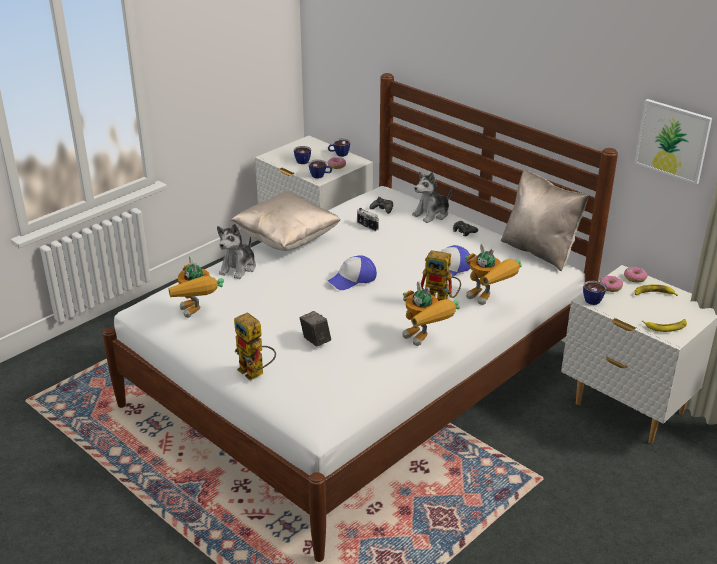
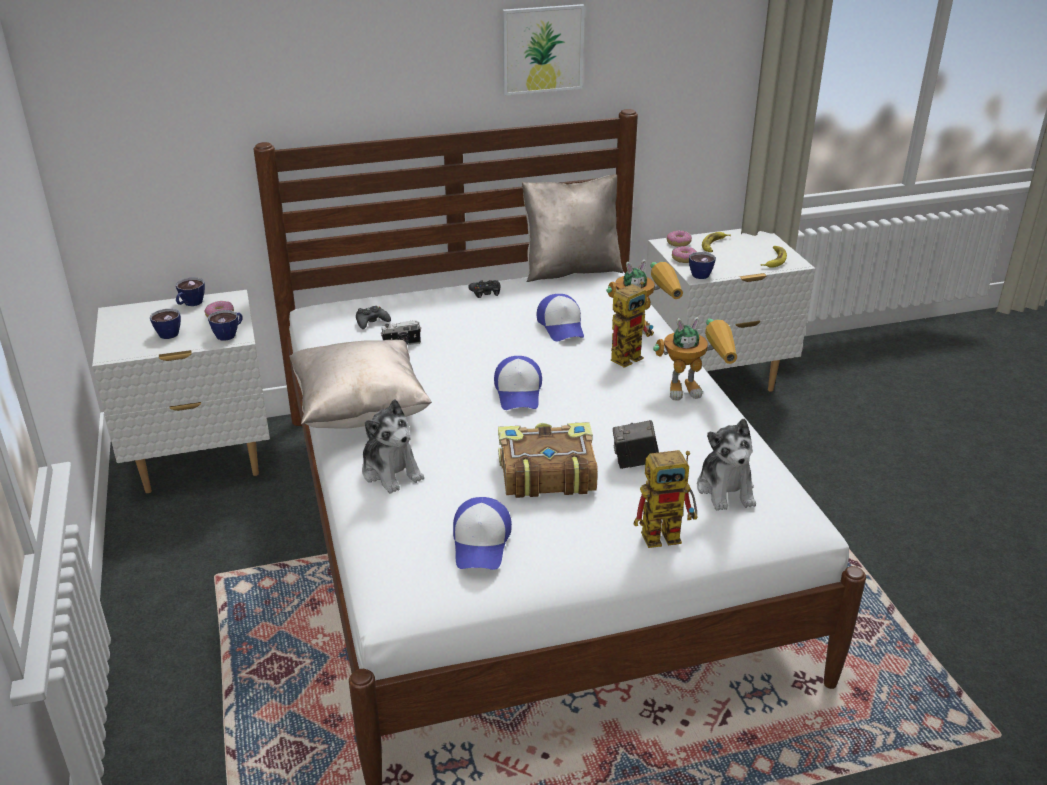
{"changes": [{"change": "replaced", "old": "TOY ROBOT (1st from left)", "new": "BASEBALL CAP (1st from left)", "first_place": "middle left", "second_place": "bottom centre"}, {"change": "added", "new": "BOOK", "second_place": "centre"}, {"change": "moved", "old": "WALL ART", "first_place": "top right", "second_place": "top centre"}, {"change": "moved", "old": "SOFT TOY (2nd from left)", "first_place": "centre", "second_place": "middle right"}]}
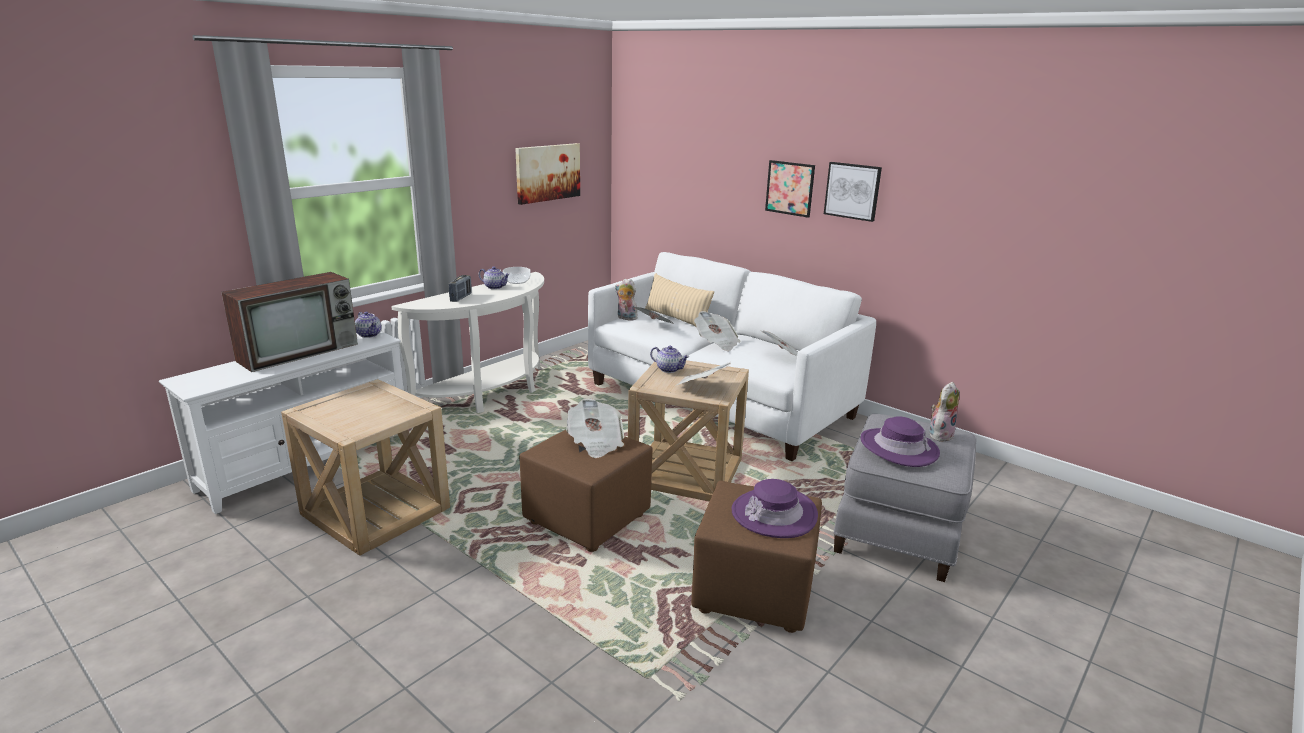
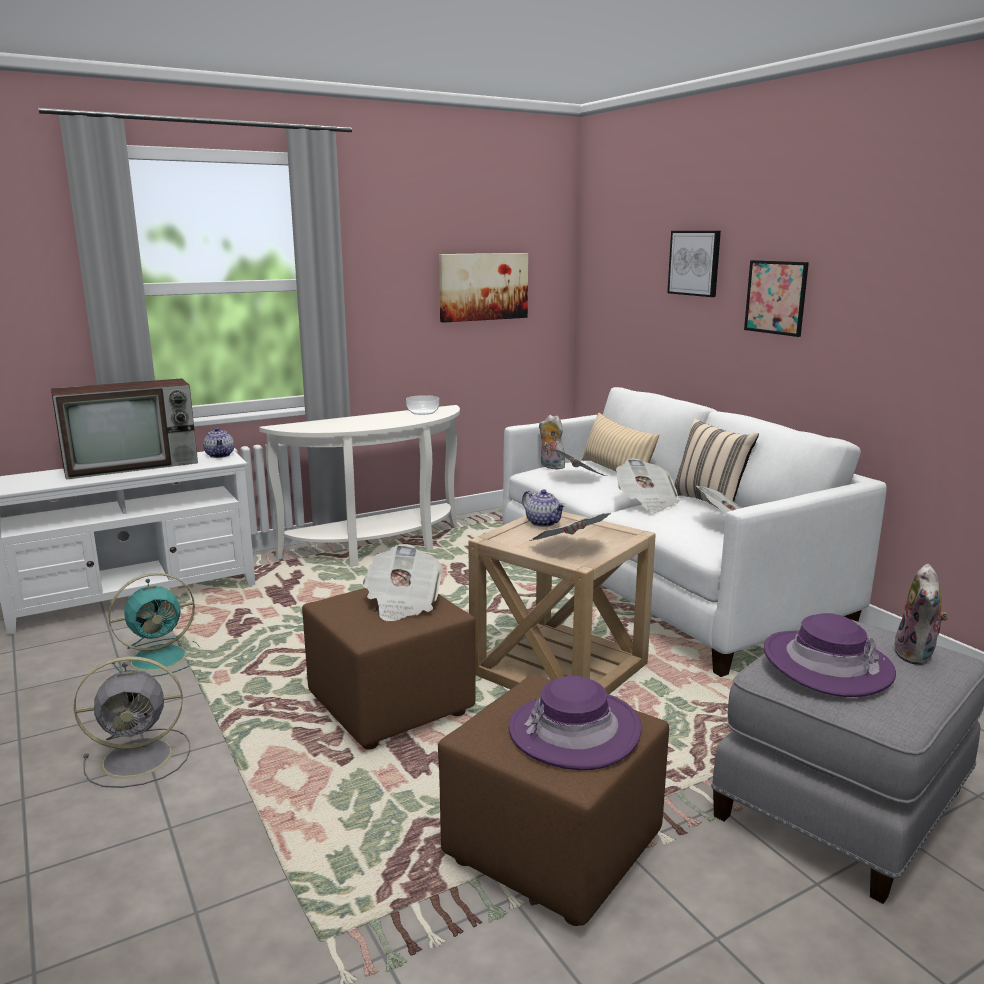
{"changes": [{"change": "added", "new": "GREY COOLING FAN", "second_place": "bottom left"}, {"change": "replaced", "old": "SAND-COLOURED ACCENT TABLE (1st from left)", "new": "BLUE-GREEN COOLING FAN", "first_place": "middle left", "second_place": "middle left"}, {"change": "moved", "old": "WALL ART (3rd from left in the first image)", "new": "WALL ART (2nd from left)", "first_place": "top centre", "second_place": "top right"}, {"change": "added", "new": "SAND-COLOURED PILLOW (2nd from left)", "second_place": "middle right"}, {"change": "turned", "old": "SOFT TOY (2nd from left)", "first_place": "middle right", "second_place": "middle right", "degrees": 135}, {"change": "removed", "old": "RADIO", "first_place": "centre"}, {"change": "removed", "old": "POT FOR TEA (2nd from left)", "first_place": "centre"}]}
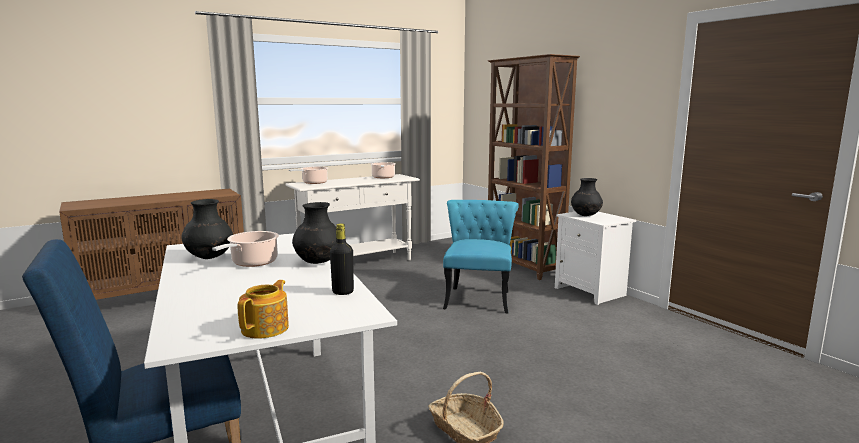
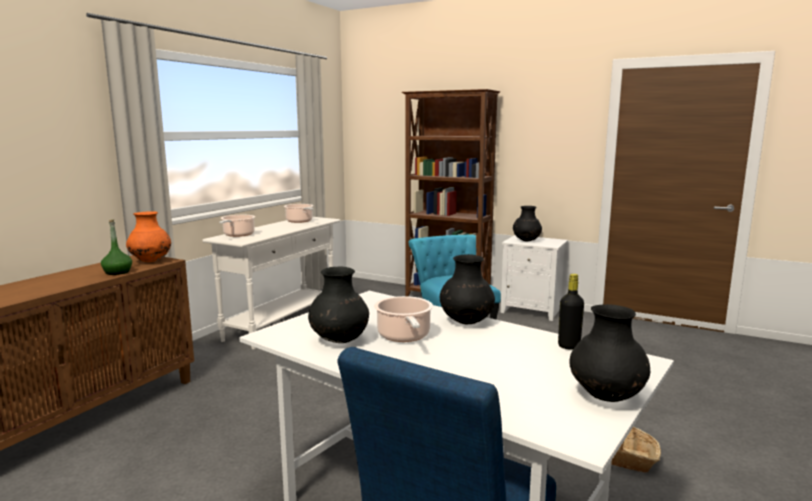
{"changes": [{"change": "added", "new": "GREEN BEVERAGE BOTTLE", "second_place": "middle left"}, {"change": "added", "new": "ORANGEY VASE", "second_place": "middle left"}, {"change": "replaced", "old": "POT FOR TEA", "new": "BLACK-COLOURED VASE (4th from left)", "first_place": "bottom left", "second_place": "bottom right"}]}
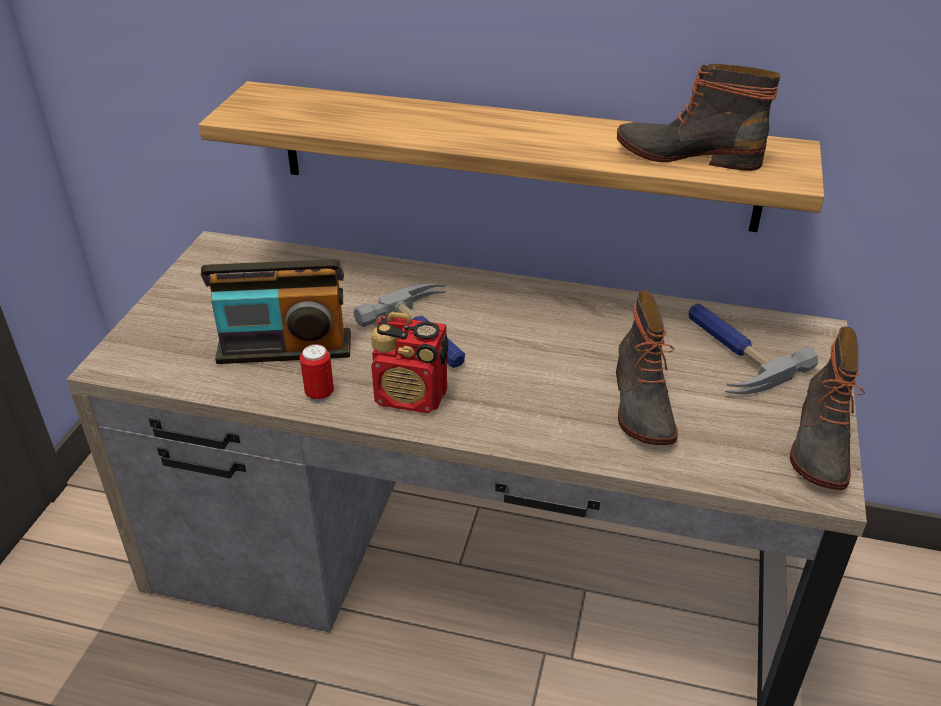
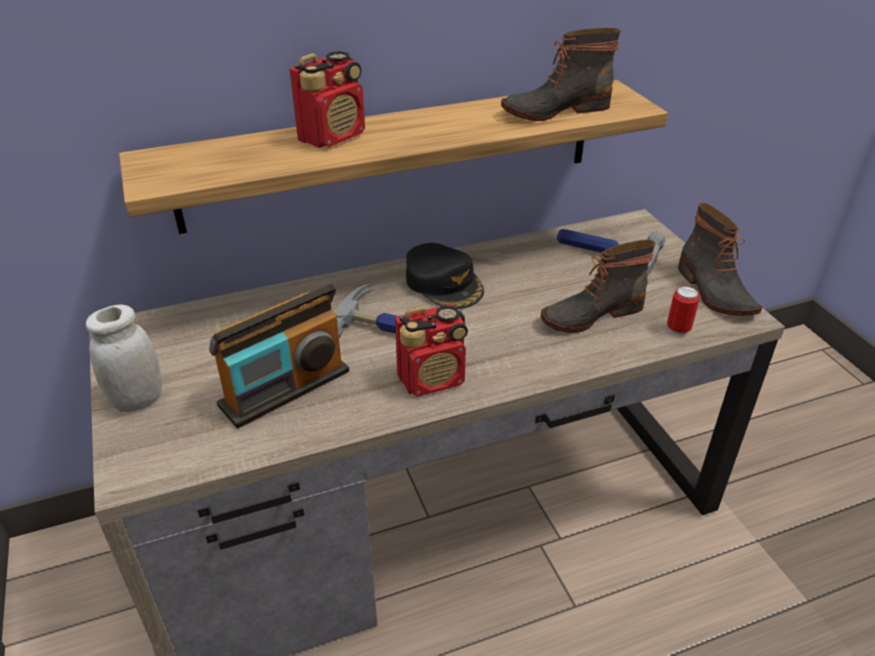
{"changes": [{"change": "added", "new": "WHITE-COLOURED STORAGE JAR", "second_place": "middle left"}, {"change": "added", "new": "RADIO (2nd from left)", "second_place": "top centre"}, {"change": "added", "new": "BLACK-COLOURED BASEBALL CAP", "second_place": "centre"}, {"change": "turned", "old": "HIGH-TOP BOOT (1st from left in the first image)", "first_place": "middle right", "second_place": "middle right", "degrees": 105}, {"change": "moved", "old": "CAN", "first_place": "centre", "second_place": "middle right"}]}
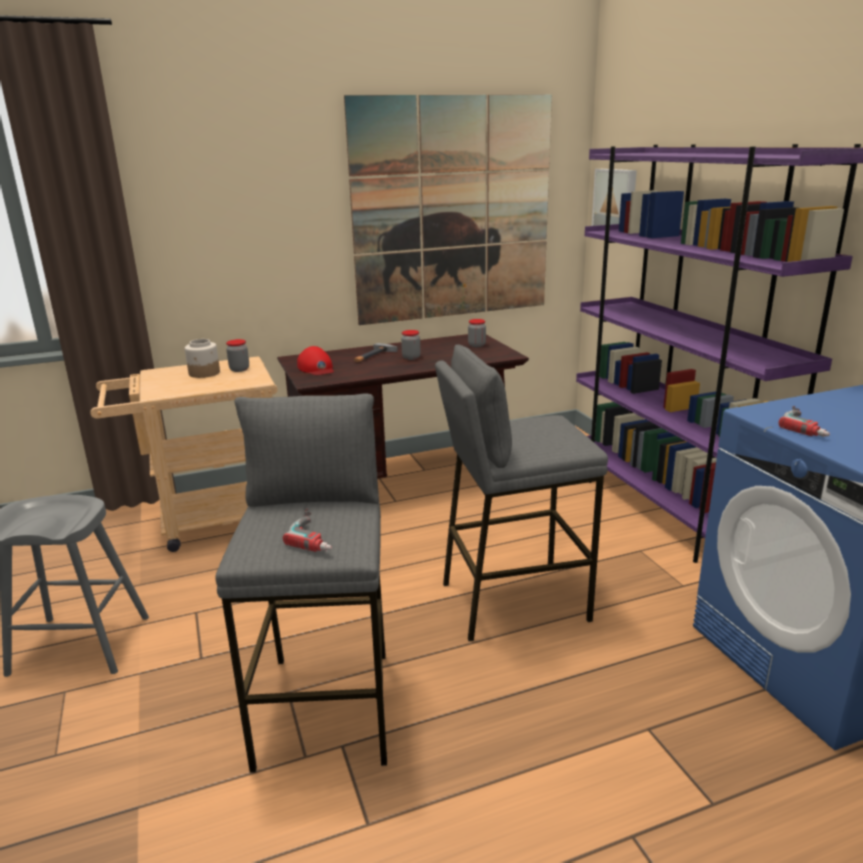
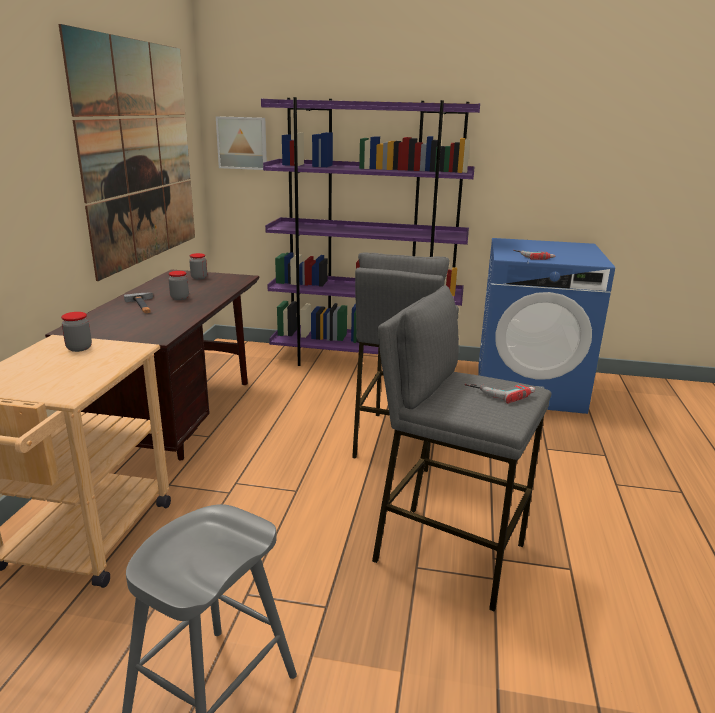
{"changes": [{"change": "removed", "old": "STORAGE JAR (1st from left)", "first_place": "middle left"}, {"change": "removed", "old": "RED-COLOURED BASEBALL CAP", "first_place": "centre"}]}
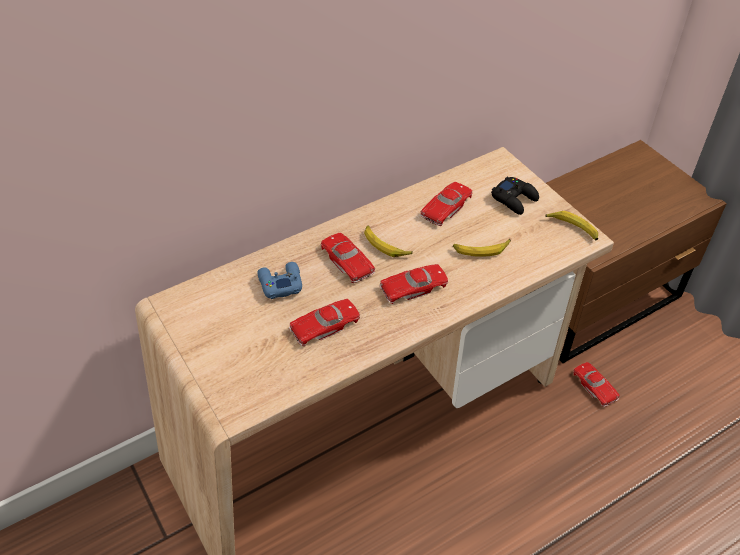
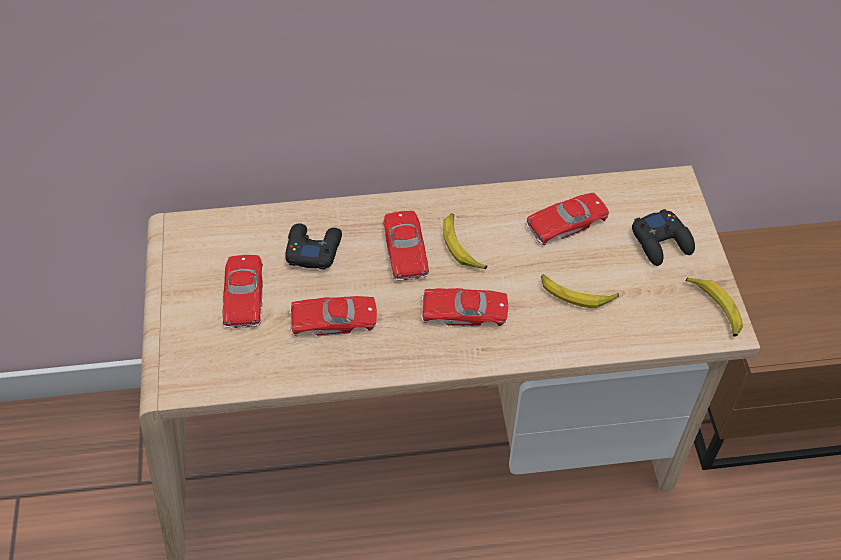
{"changes": [{"change": "moved", "old": "RED-COLOURED MODEL CAR (5th from left in the first image)", "new": "RED-COLOURED MODEL CAR (1st from left)", "first_place": "bottom right", "second_place": "middle left"}, {"change": "recoloured", "old": "BLUE GAME CONTROLLER", "new": "BLACK-COLOURED GAME CONTROLLER (1st from left)", "first_place": "centre", "second_place": "centre"}]}
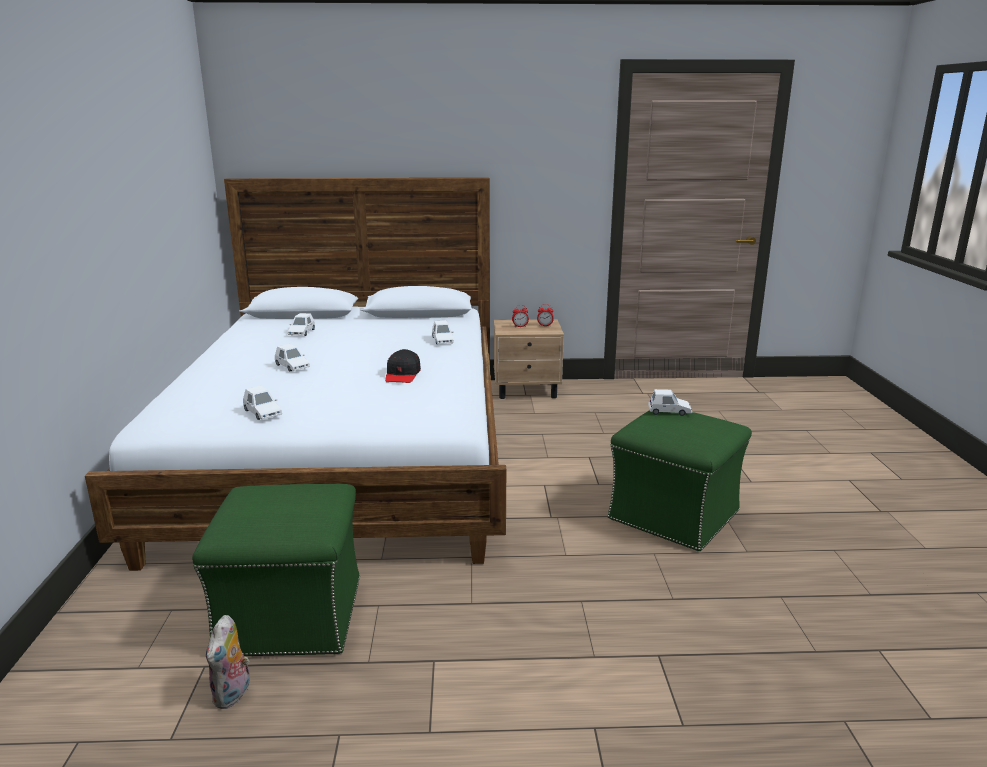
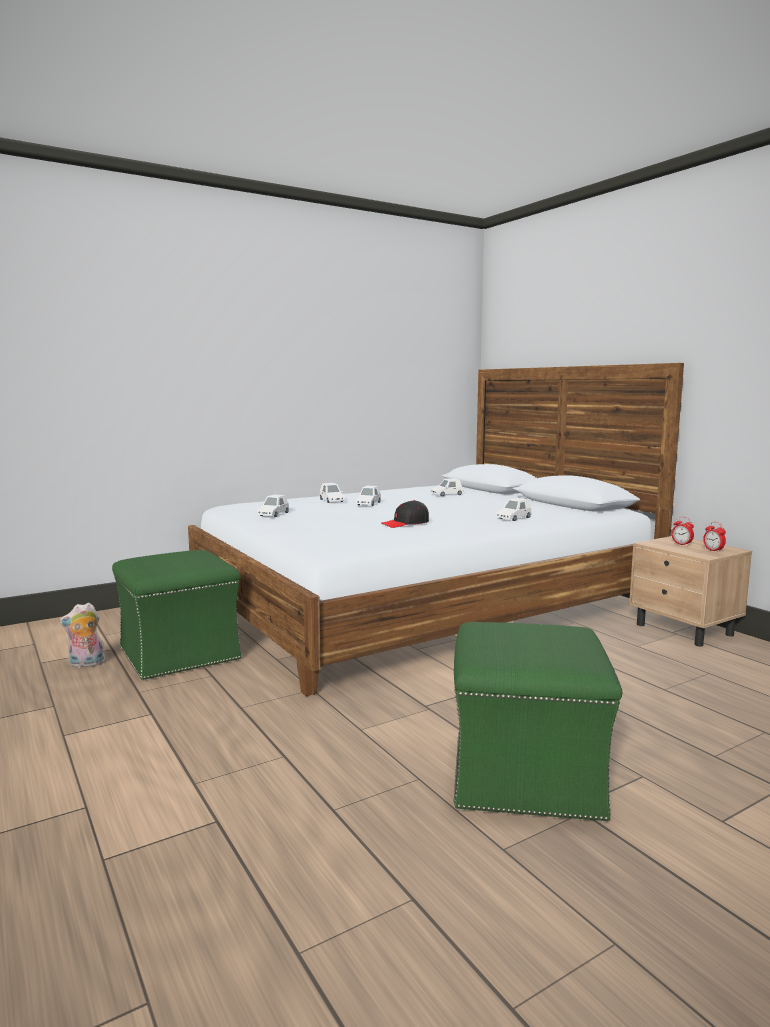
{"changes": [{"change": "moved", "old": "WHITE-COLOURED MODEL CAR (5th from left in the first image)", "new": "WHITE-COLOURED MODEL CAR (2nd from left)", "first_place": "middle right", "second_place": "centre"}]}
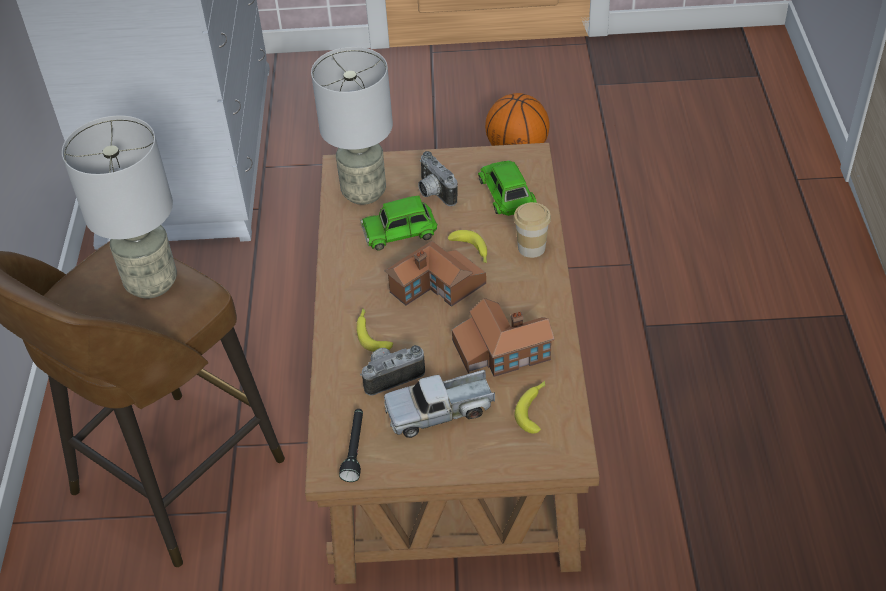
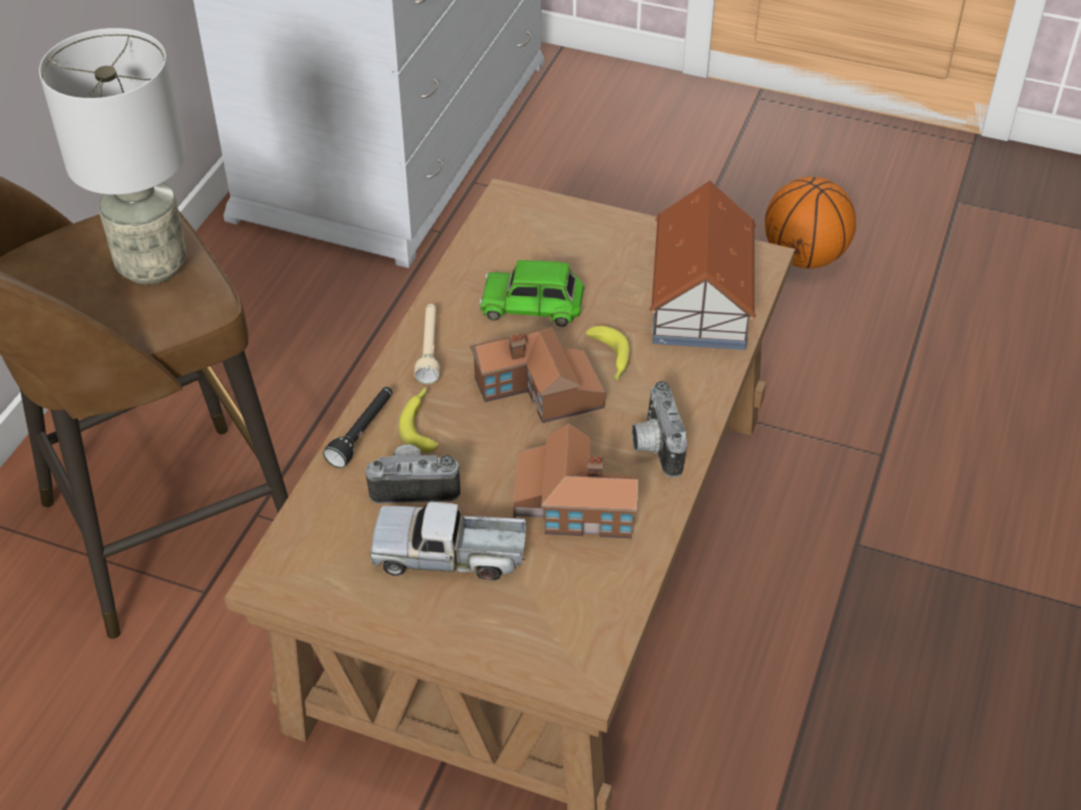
{"changes": [{"change": "moved", "old": "BLACK-COLOURED HAND TORCH", "first_place": "bottom centre", "second_place": "middle left"}, {"change": "added", "new": "SAND-COLOURED HAND TORCH", "second_place": "centre"}, {"change": "moved", "old": "STILL CAMERA (2nd from left)", "first_place": "top centre", "second_place": "centre"}, {"change": "replaced", "old": "GREEN MODEL CAR (2nd from left)", "new": "MINIATURE HOUSE (3rd from left)", "first_place": "top centre", "second_place": "top centre"}, {"change": "removed", "old": "GREY TABLE LAMP (2nd from left)", "first_place": "top centre"}, {"change": "removed", "old": "DRINKING CUP", "first_place": "centre"}, {"change": "removed", "old": "BANANA (3rd from left)", "first_place": "bottom centre"}]}
